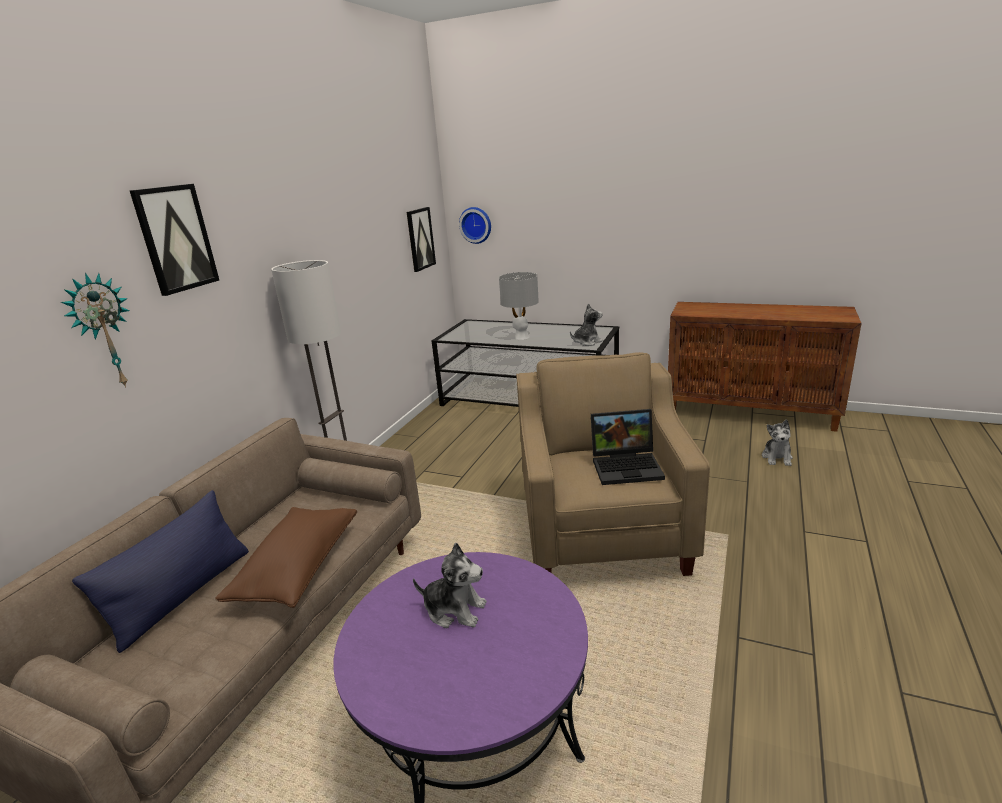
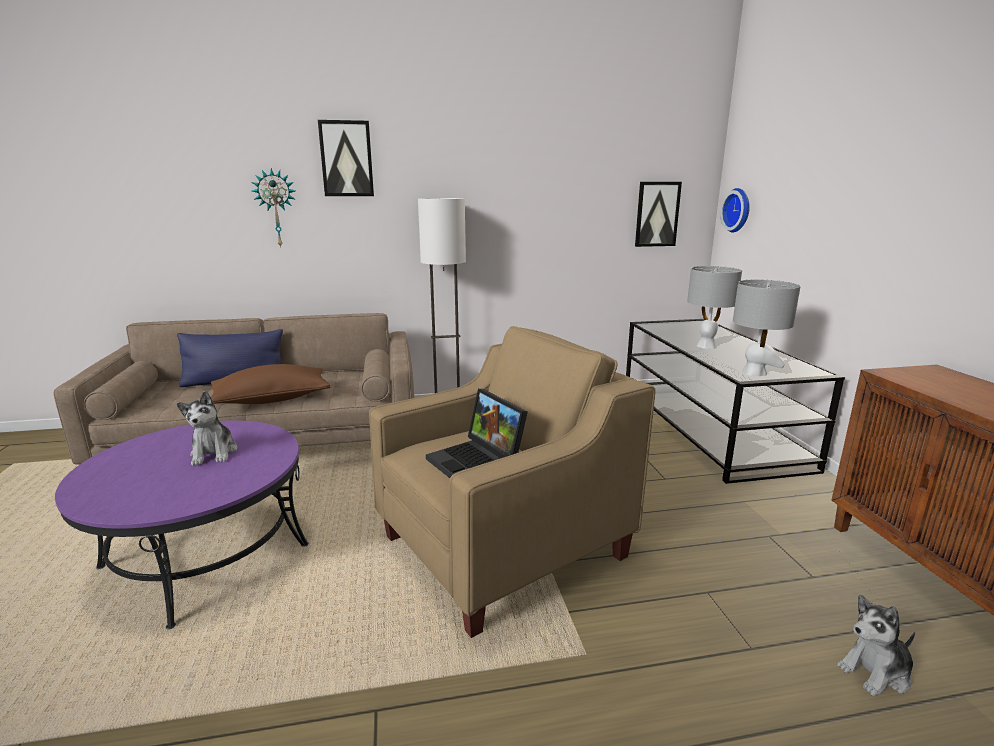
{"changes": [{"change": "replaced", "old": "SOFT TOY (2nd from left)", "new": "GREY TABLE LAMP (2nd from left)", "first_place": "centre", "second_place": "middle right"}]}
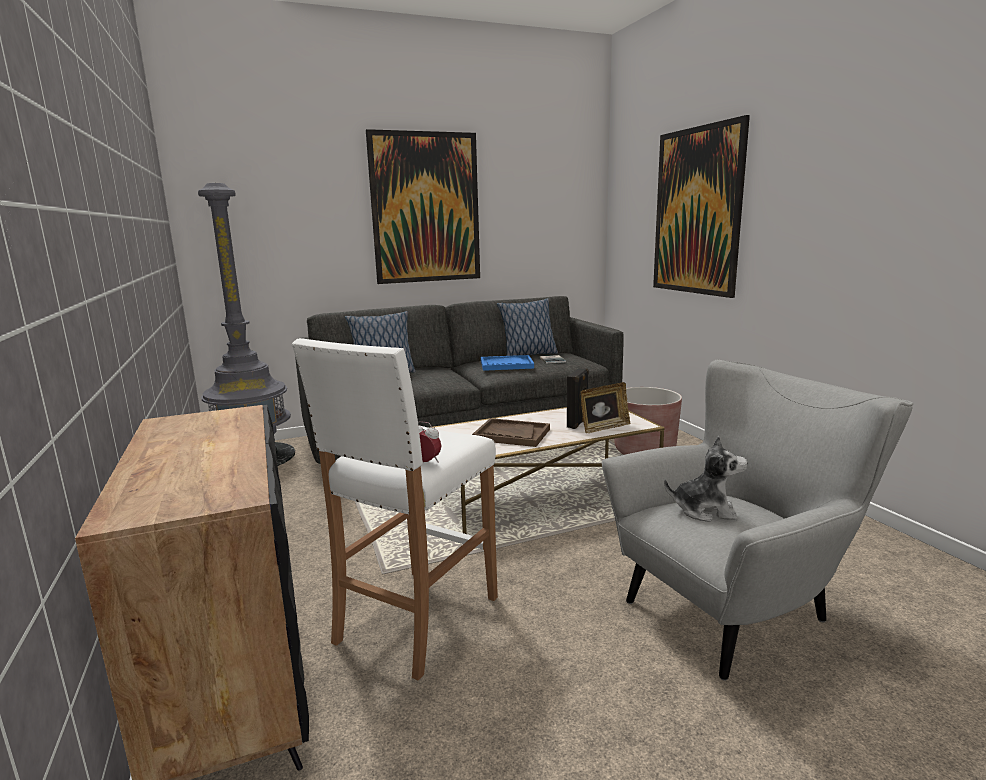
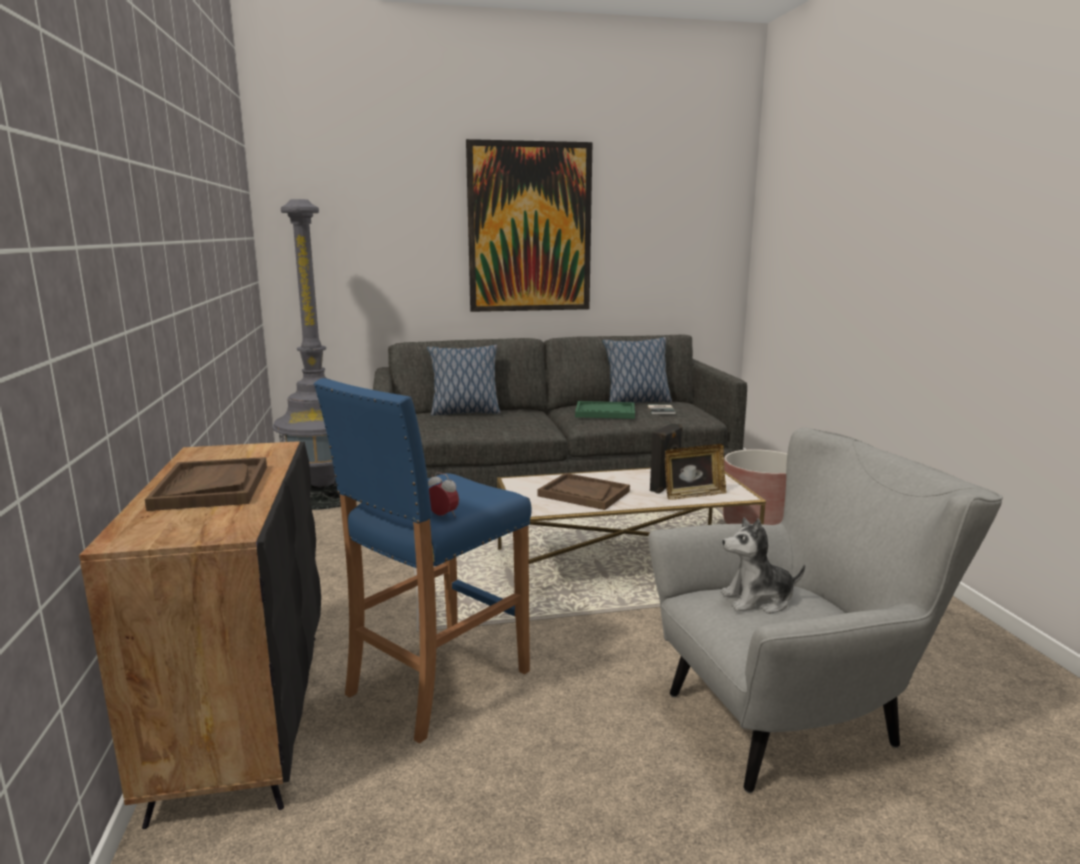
{"changes": [{"change": "added", "new": "BROWNISH SERVING TRAY (1st from left)", "second_place": "middle left"}, {"change": "recoloured", "old": "WHITE-COLOURED STOOL", "new": "BLUE STOOL", "first_place": "centre", "second_place": "centre"}, {"change": "recoloured", "old": "BLUE SERVING TRAY", "new": "GREEN SERVING TRAY", "first_place": "centre", "second_place": "centre"}, {"change": "turned", "old": "SOFT TOY", "first_place": "middle right", "second_place": "middle right", "degrees": 150}, {"change": "removed", "old": "WALL ART (2nd from left)", "first_place": "top right"}]}
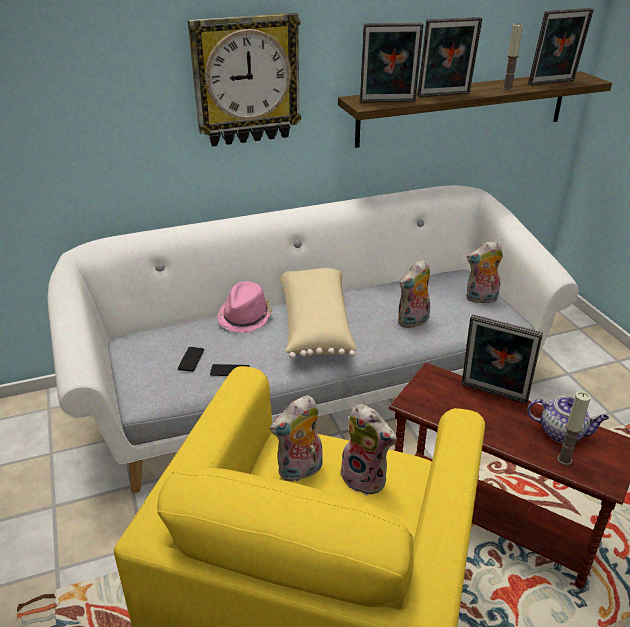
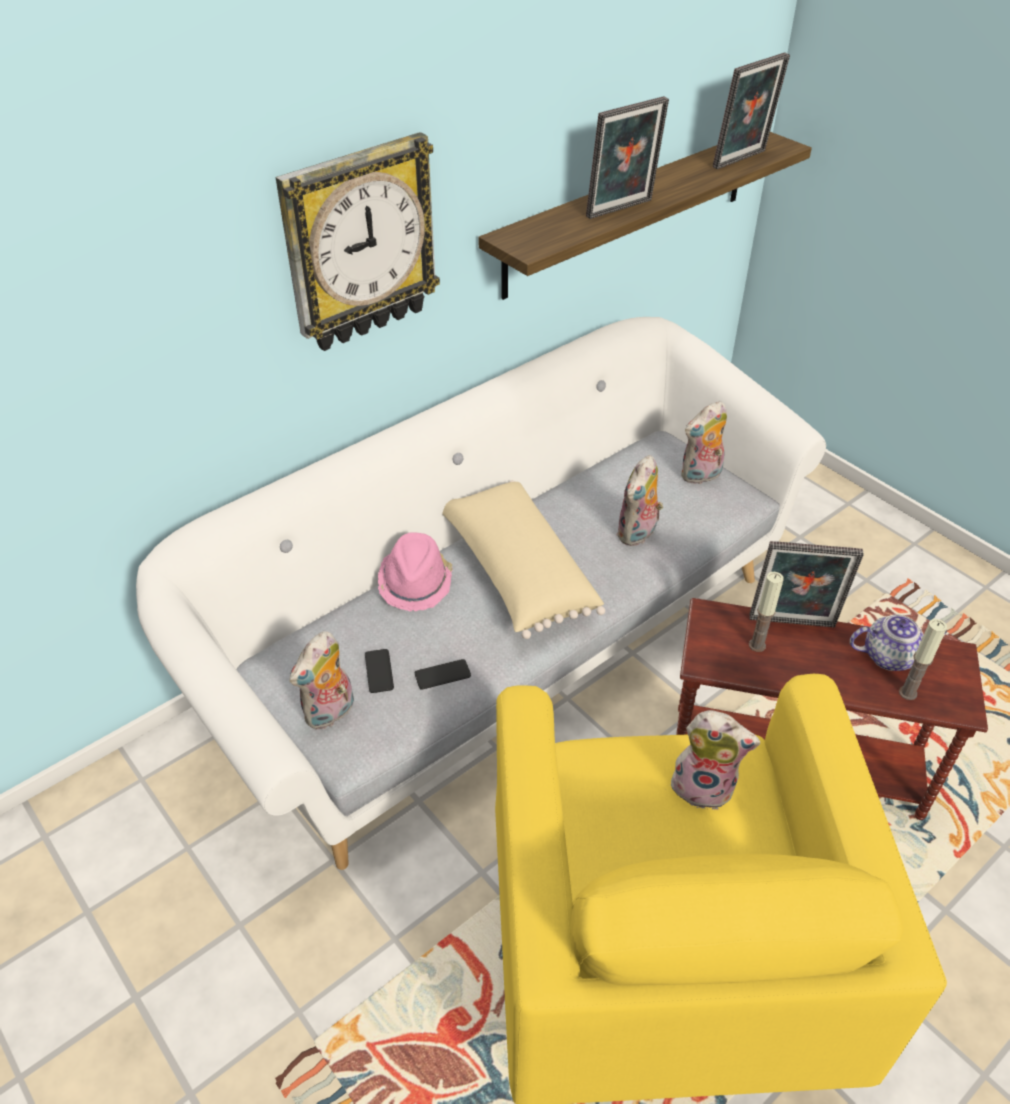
{"changes": [{"change": "moved", "old": "SOFT TOY (1st from left)", "first_place": "bottom centre", "second_place": "middle left"}, {"change": "moved", "old": "CANDLE (1st from left)", "first_place": "top right", "second_place": "middle right"}, {"change": "removed", "old": "PHOTO FRAME (1st from left)", "first_place": "top centre"}]}
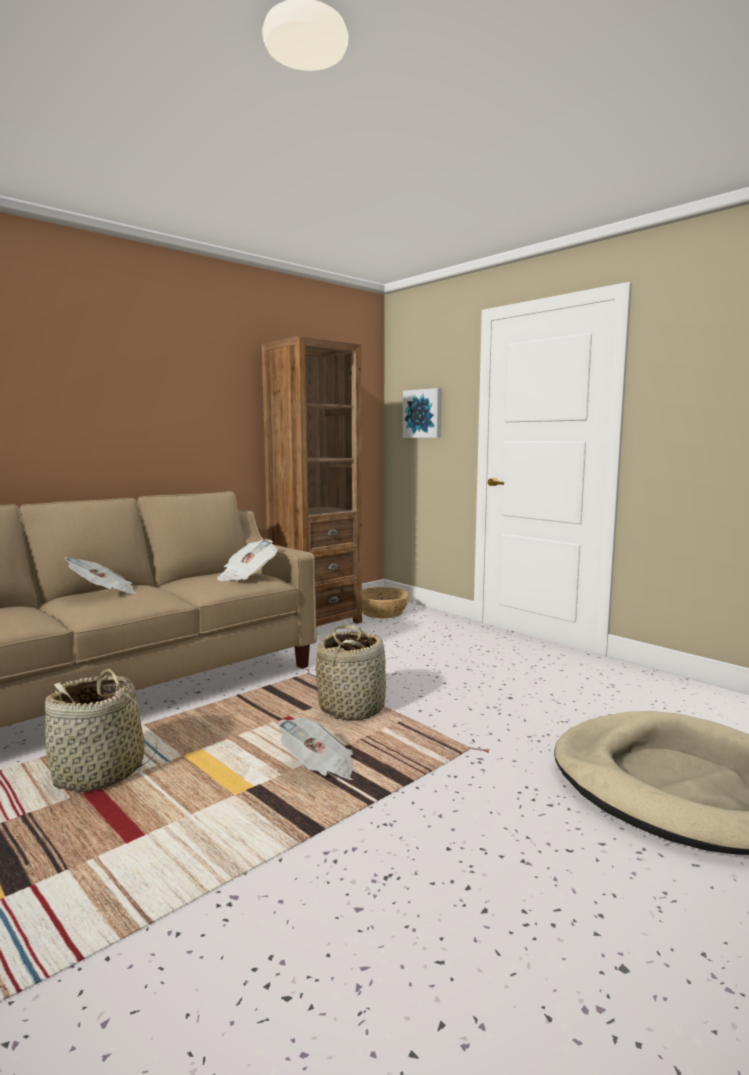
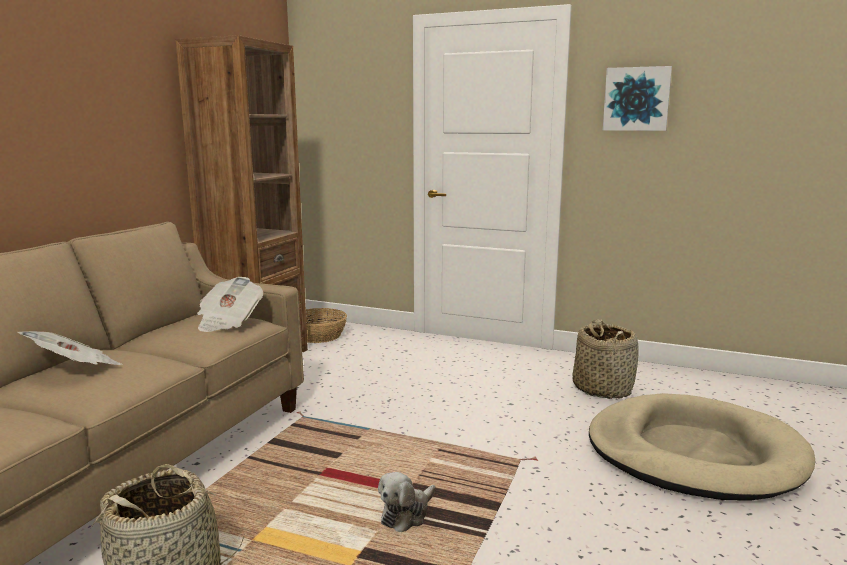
{"changes": [{"change": "replaced", "old": "NEWSPAPER (3rd from left)", "new": "SOFT TOY", "first_place": "bottom centre", "second_place": "bottom centre"}, {"change": "moved", "old": "HOUSEHOLD BASKET (2nd from left in the first image)", "new": "HOUSEHOLD BASKET (3rd from left)", "first_place": "centre", "second_place": "middle right"}, {"change": "moved", "old": "WALL ART", "first_place": "centre", "second_place": "top right"}]}
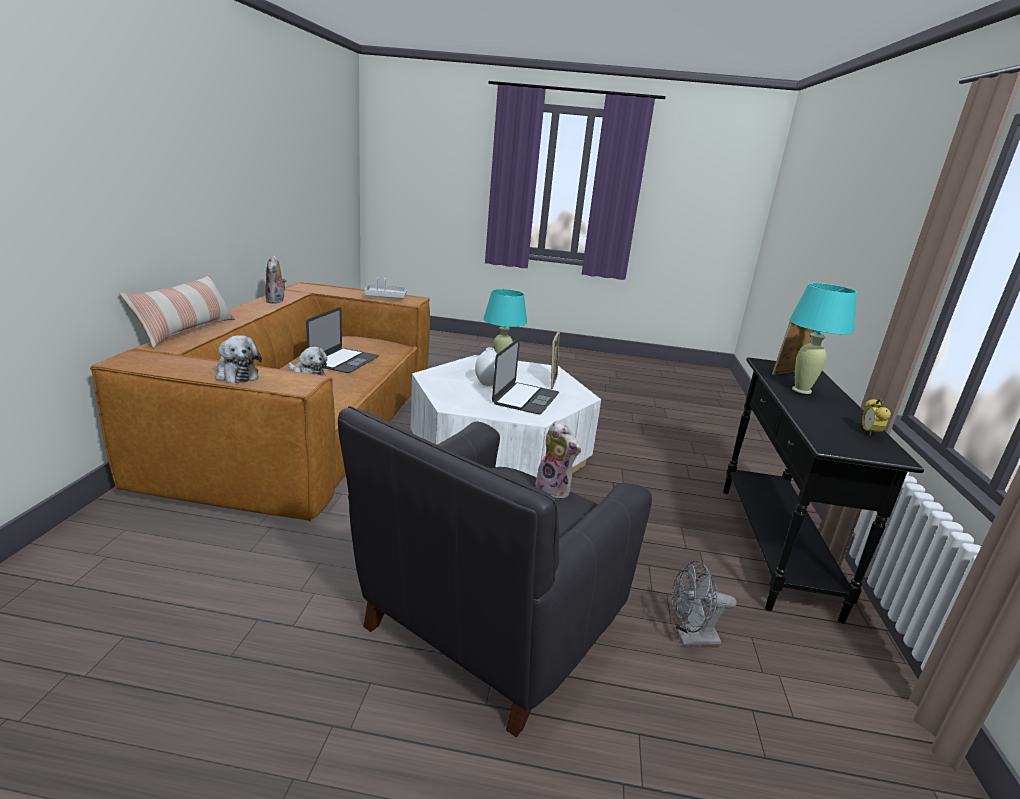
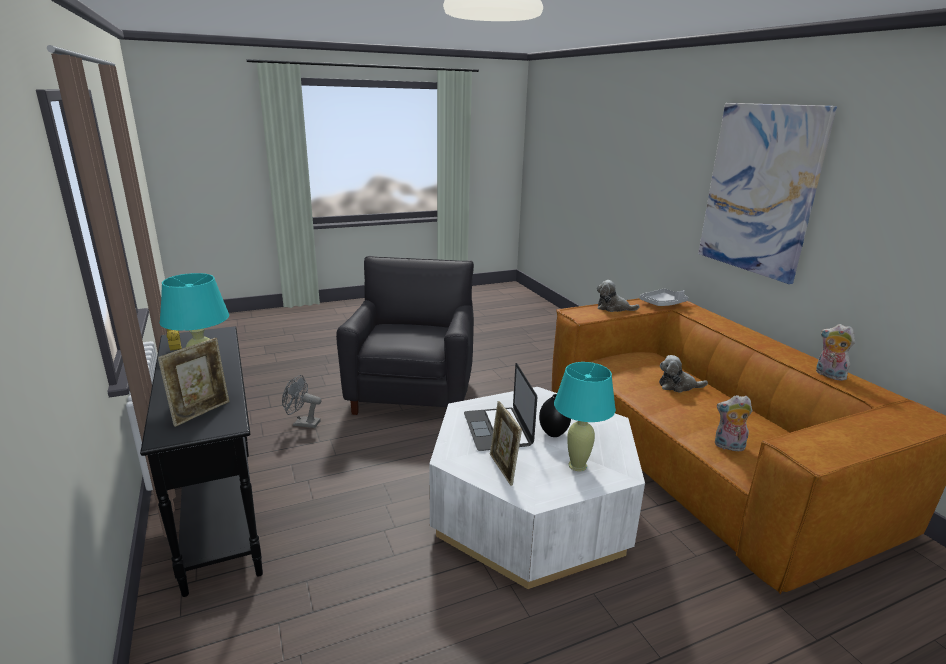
{"changes": [{"change": "turned", "old": "GREY COOLING FAN", "first_place": "bottom right", "second_place": "middle left", "degrees": -135}, {"change": "recoloured", "old": "WHITE-COLOURED VASE", "new": "BLACK-COLOURED VASE", "first_place": "centre", "second_place": "centre"}, {"change": "moved", "old": "GREY SERVING TRAY", "first_place": "centre", "second_place": "middle right"}, {"change": "added", "new": "WALL ART", "second_place": "top right"}, {"change": "moved", "old": "SOFT TOY (4th from left in the first image)", "new": "SOFT TOY (3rd from left)", "first_place": "centre", "second_place": "middle right"}, {"change": "removed", "old": "PILLOW", "first_place": "middle left"}, {"change": "removed", "old": "NOTEBOOK COMPUTER (1st from left)", "first_place": "centre"}]}
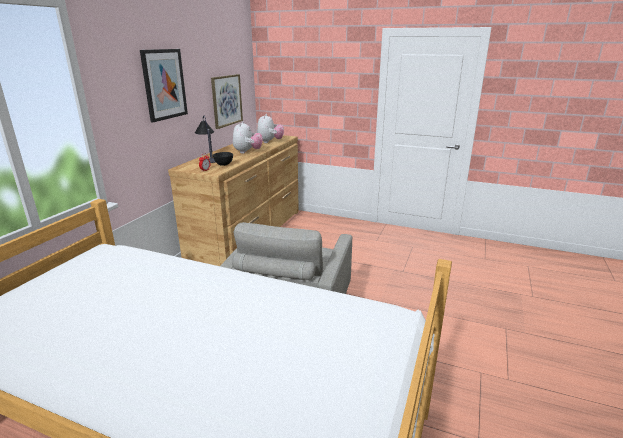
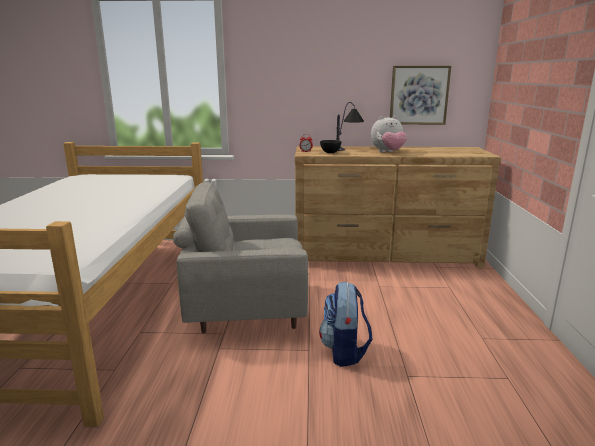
{"changes": [{"change": "added", "new": "KNAPSACK", "second_place": "bottom centre"}, {"change": "removed", "old": "WALL ART (1st from left)", "first_place": "top left"}, {"change": "removed", "old": "SOFT TOY (2nd from left)", "first_place": "top centre"}]}
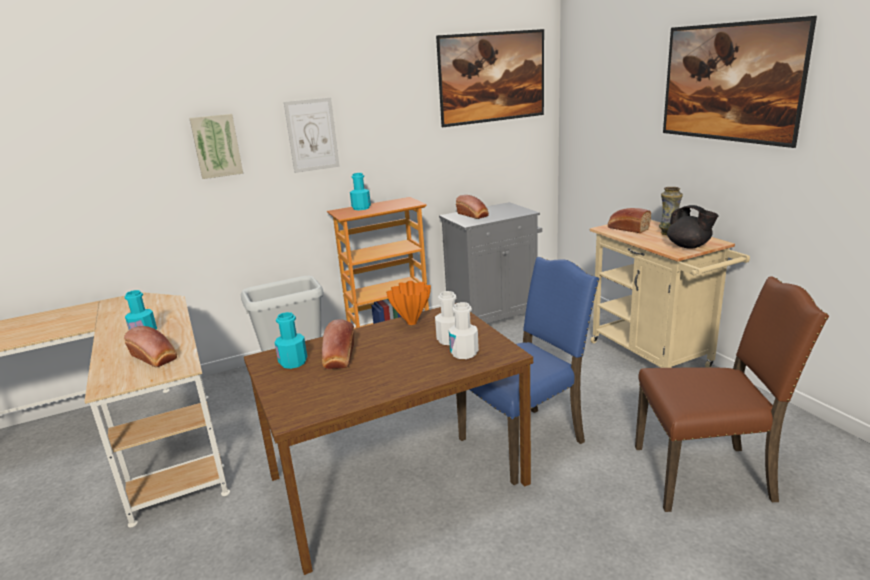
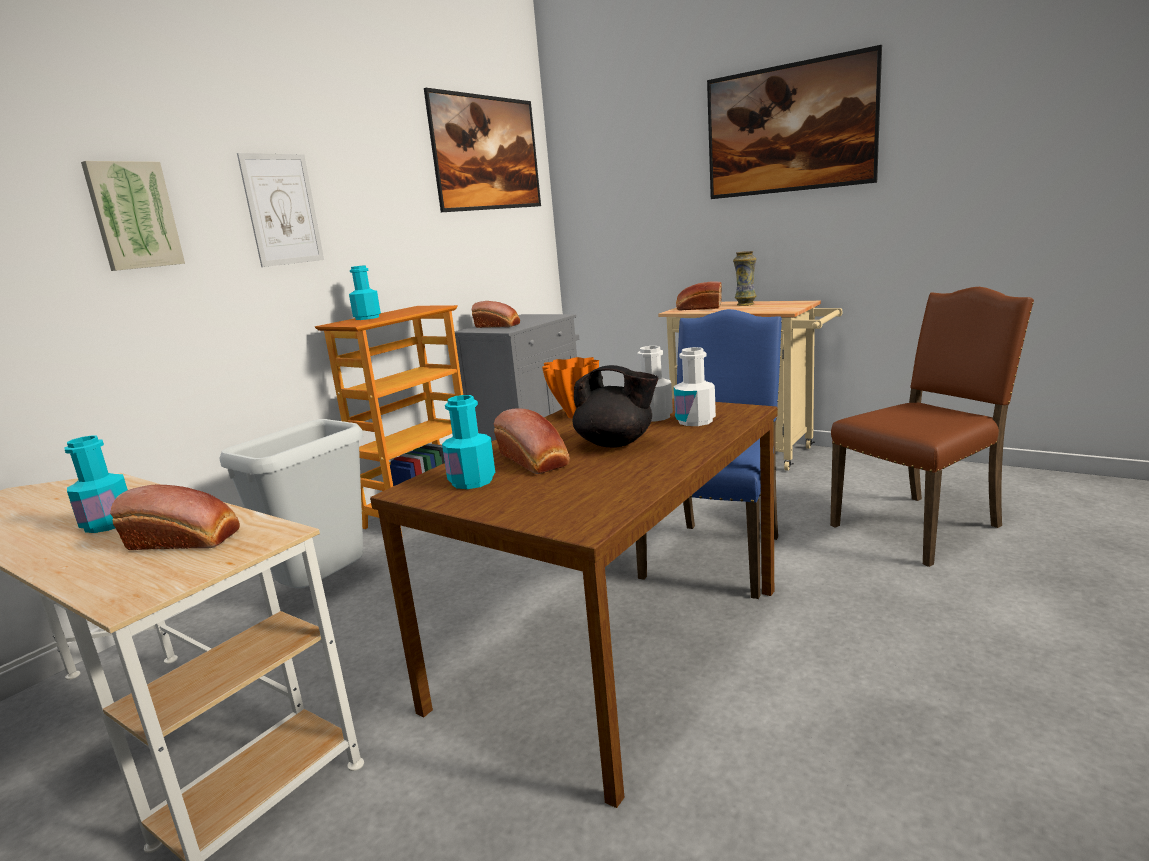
{"changes": [{"change": "moved", "old": "BLACK-COLOURED POT FOR TEA", "first_place": "middle right", "second_place": "centre"}]}
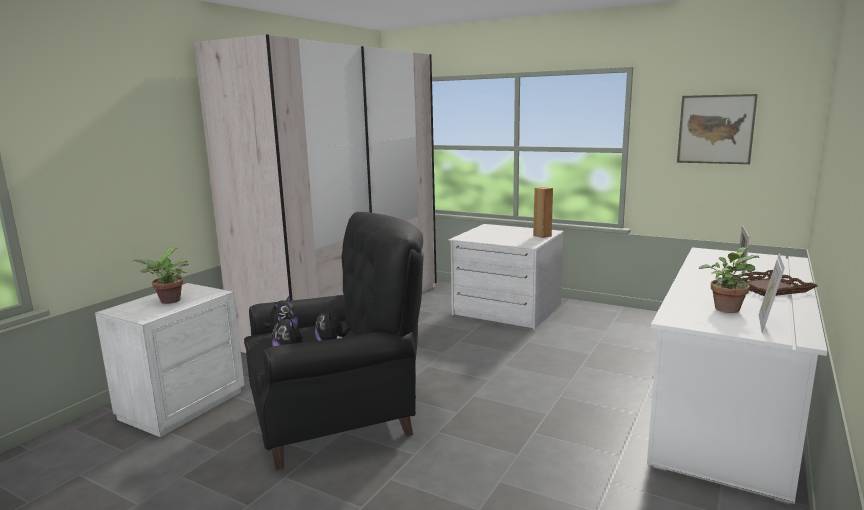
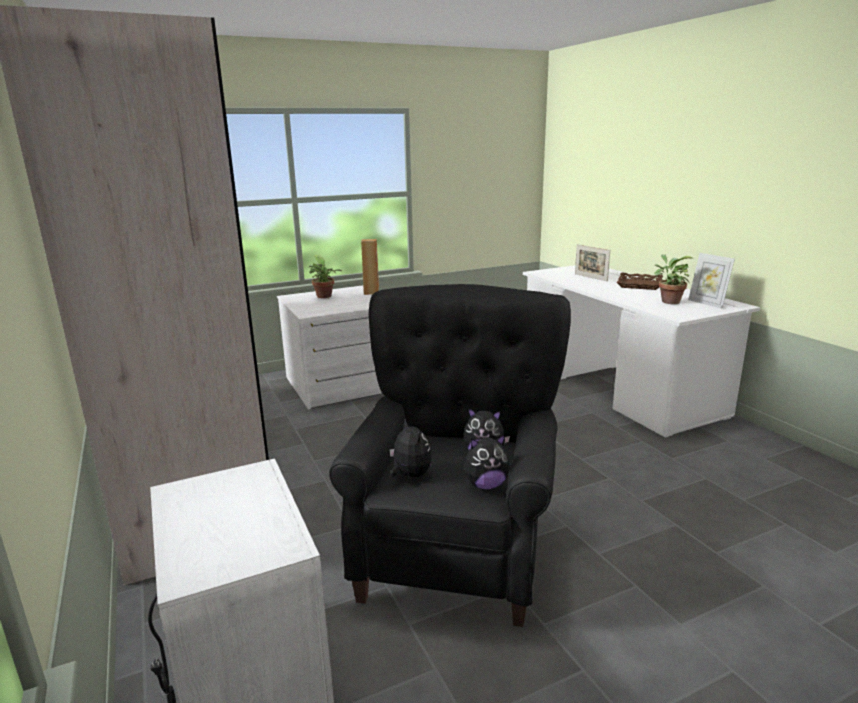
{"changes": [{"change": "moved", "old": "HOUSEPLANT (1st from left)", "first_place": "middle left", "second_place": "centre"}, {"change": "removed", "old": "WALL ART", "first_place": "top right"}]}
